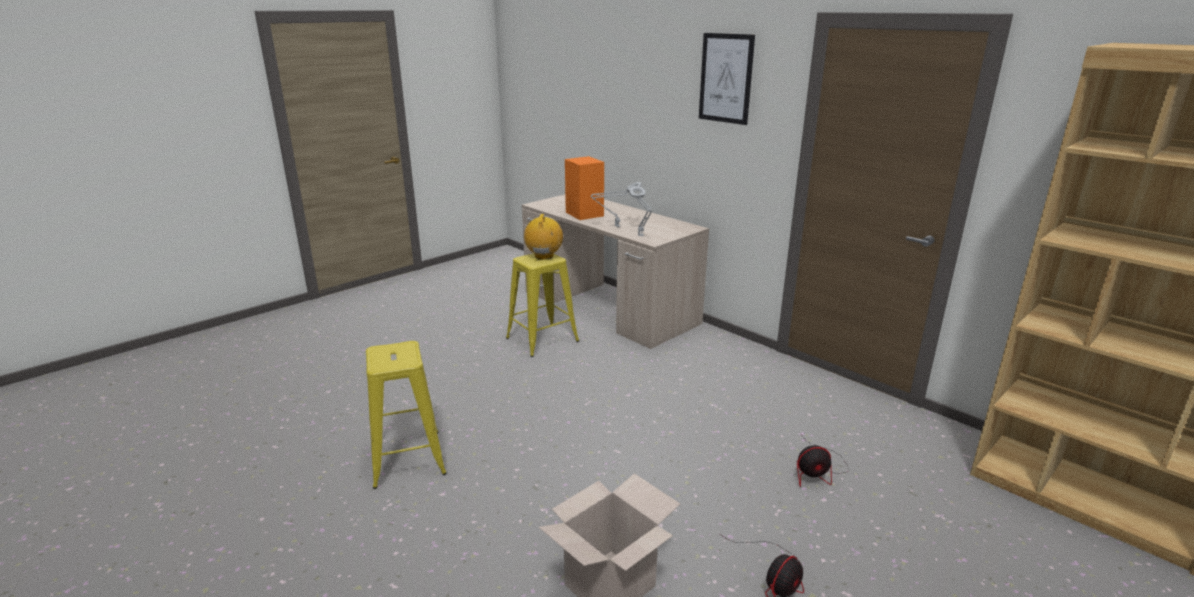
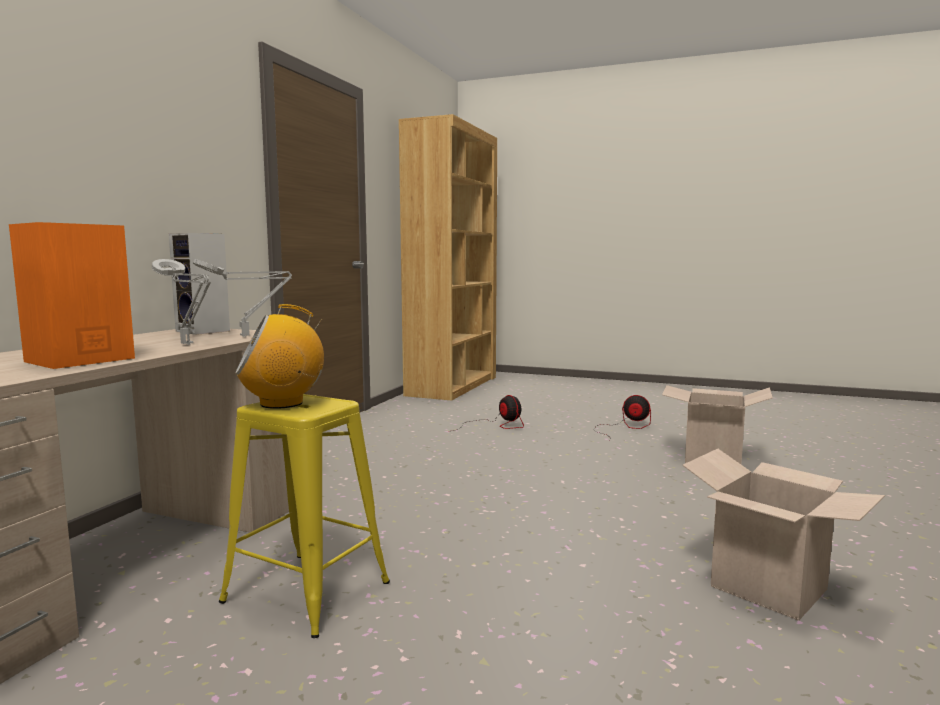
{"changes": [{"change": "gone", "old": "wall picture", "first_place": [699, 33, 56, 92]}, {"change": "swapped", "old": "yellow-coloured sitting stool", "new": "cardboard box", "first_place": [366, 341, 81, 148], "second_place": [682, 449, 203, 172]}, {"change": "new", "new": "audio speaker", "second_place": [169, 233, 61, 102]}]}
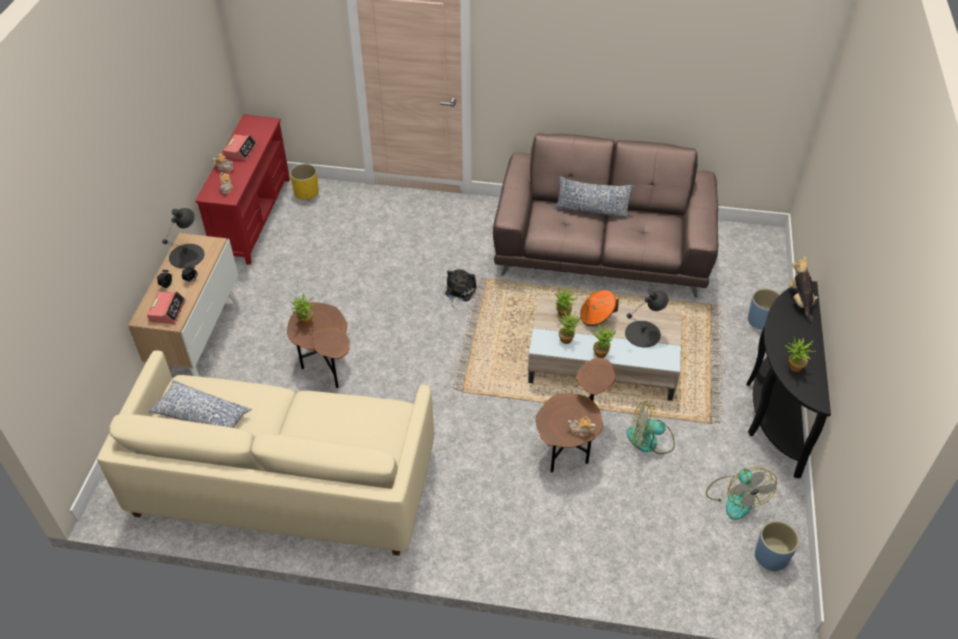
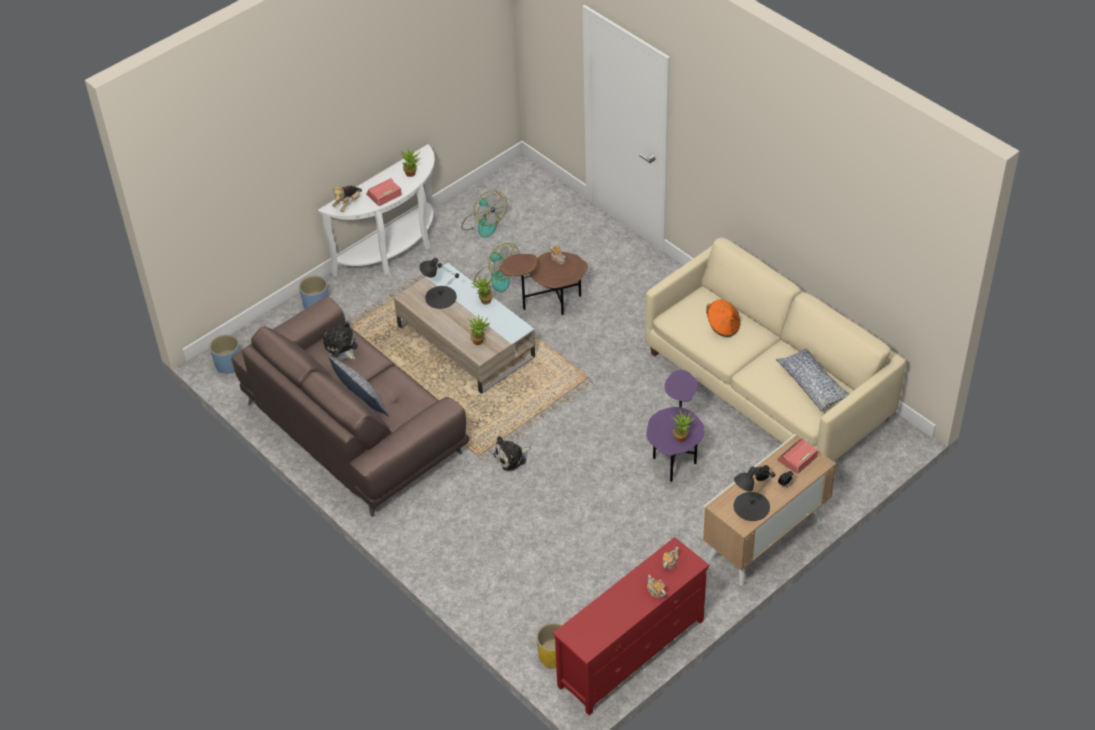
{"changes": [{"change": "shifted", "old": "bedside clock", "first_place": [223, 134, 34, 27], "second_place": [366, 178, 36, 28]}, {"change": "repainted", "old": "black-coloured hall table", "new": "white-coloured hall table", "first_place": [746, 281, 85, 197], "second_place": [318, 144, 118, 132]}, {"change": "shifted", "old": "orange wearable hat", "first_place": [580, 290, 39, 36], "second_place": [706, 300, 34, 37]}, {"change": "repainted", "old": "brown accent table", "new": "purplish accent table", "first_place": [287, 302, 62, 86], "second_place": [646, 370, 59, 112]}, {"change": "gone", "old": "houseplant", "first_place": [557, 310, 25, 34]}, {"change": "rotated", "old": "cooling fan", "first_place": [706, 467, 71, 53], "second_place": [461, 191, 47, 47], "degrees": 120}, {"change": "shifted", "old": "blue planter", "first_place": [755, 521, 44, 51], "second_place": [210, 334, 30, 40]}, {"change": "new", "new": "plush toy", "second_place": [323, 322, 35, 38]}]}
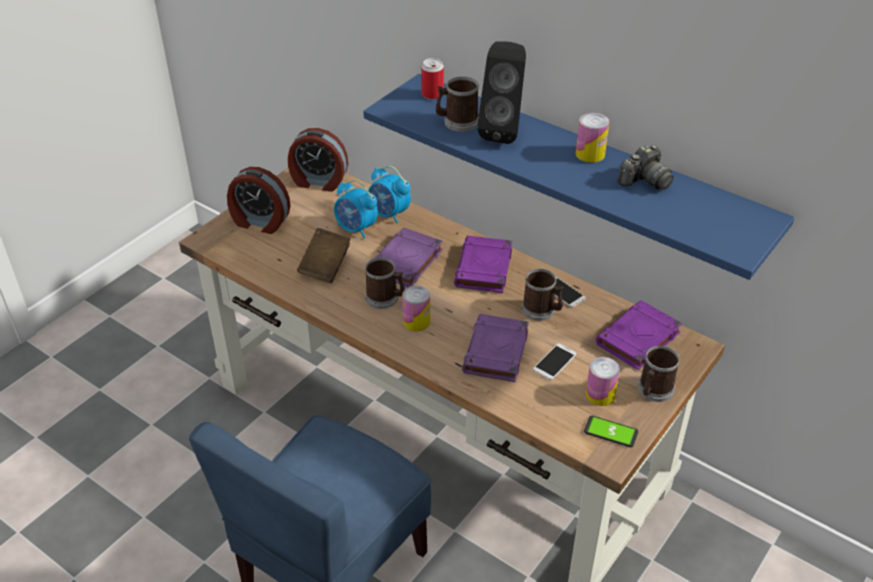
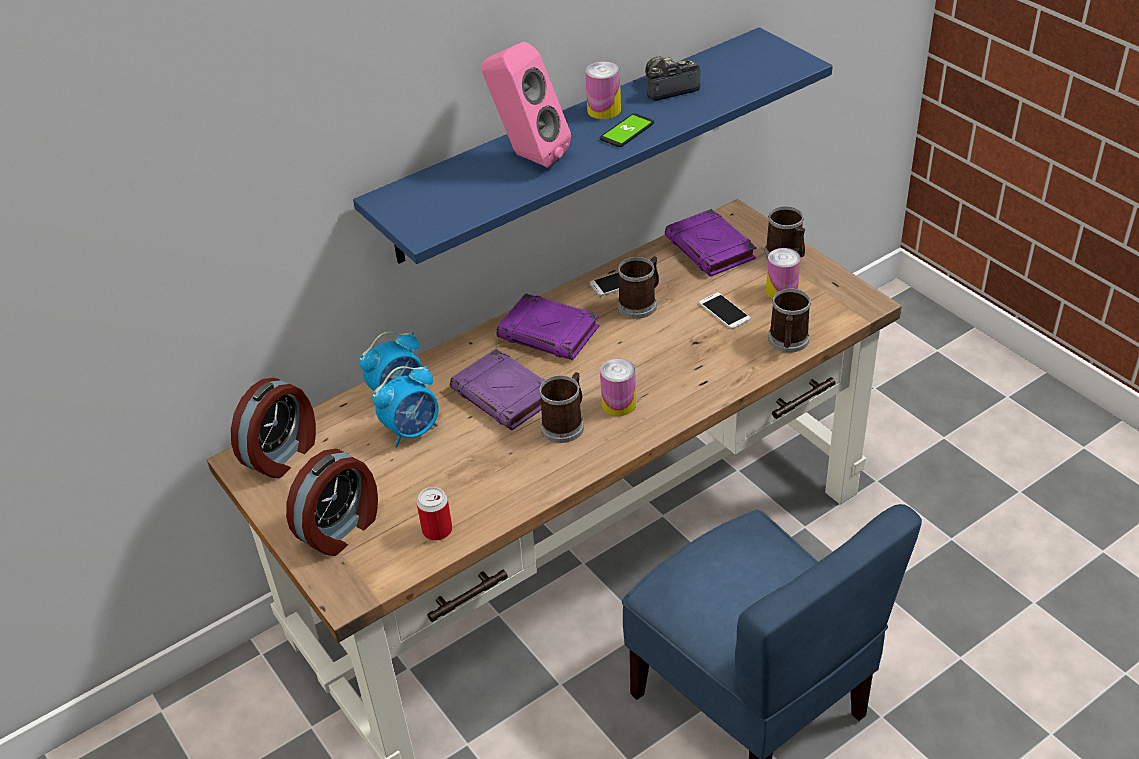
{"changes": [{"change": "repainted", "old": "black-coloured audio speaker", "new": "pinkish audio speaker", "first_place": [477, 41, 49, 103], "second_place": [482, 42, 89, 126]}, {"change": "shifted", "old": "can", "first_place": [421, 58, 23, 42], "second_place": [417, 487, 35, 54]}, {"change": "shifted", "old": "tea mug", "first_place": [436, 76, 43, 56], "second_place": [768, 288, 43, 64]}, {"change": "rotated", "old": "photo camera", "first_place": [617, 145, 57, 45], "second_place": [645, 57, 55, 44], "degrees": -90}, {"change": "gone", "old": "brown bound book", "first_place": [297, 228, 54, 55]}, {"change": "gone", "old": "purplish bound book", "first_place": [462, 314, 67, 68]}, {"change": "shifted", "old": "phone", "first_place": [584, 416, 54, 31], "second_place": [600, 113, 54, 34]}]}
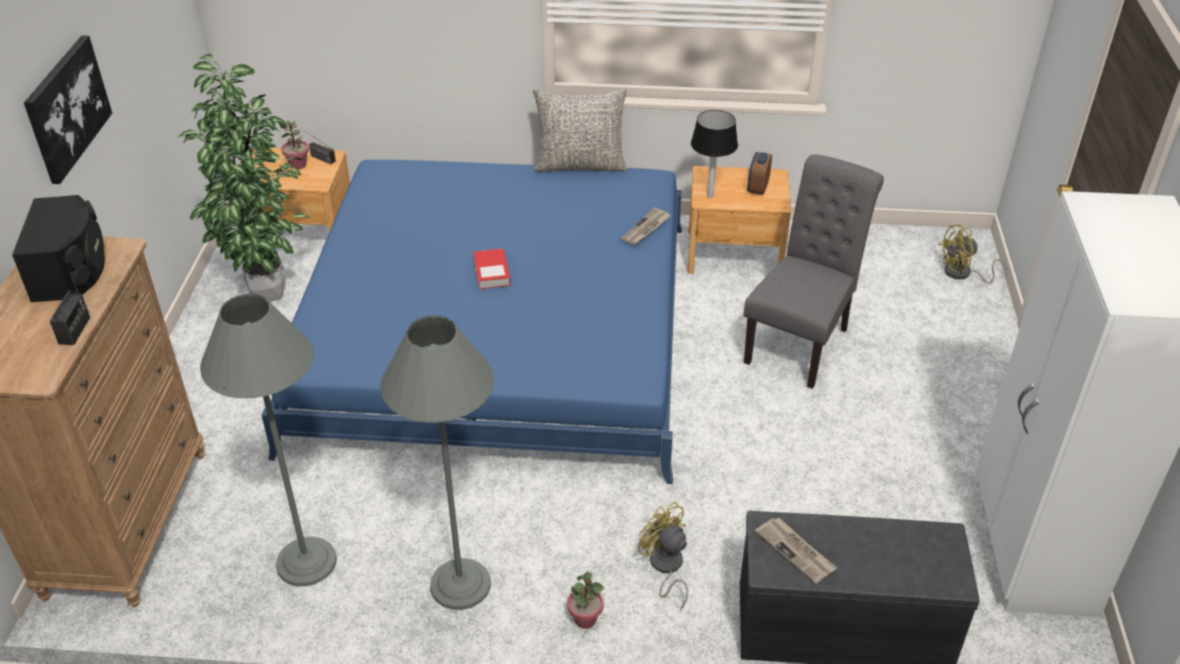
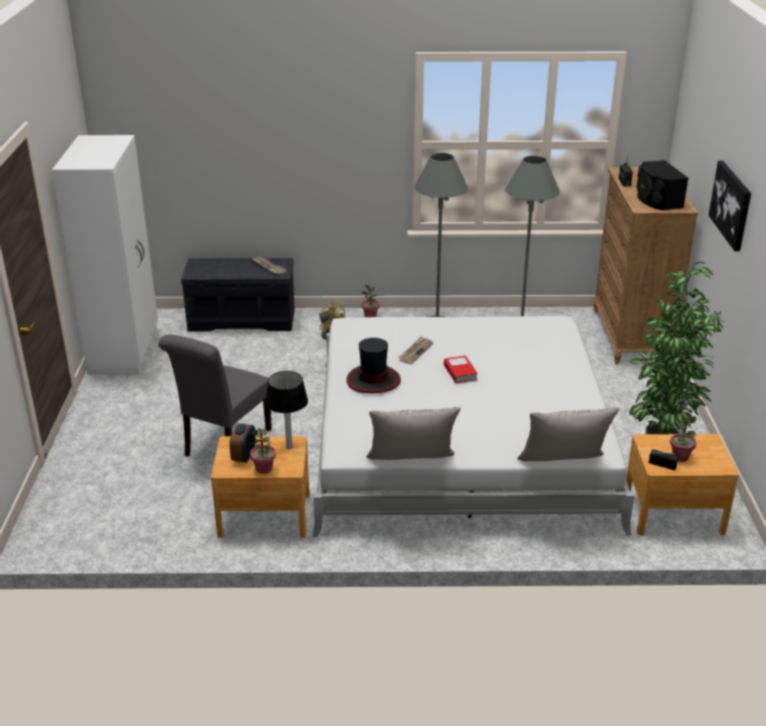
{"changes": [{"change": "repainted", "old": "blue sleeping bed", "new": "white-coloured sleeping bed", "first_place": [261, 160, 421, 324], "second_place": [313, 316, 321, 221]}, {"change": "shifted", "old": "printed paper", "first_place": [621, 208, 49, 37], "second_place": [398, 336, 35, 28]}, {"change": "gone", "old": "yellow-coloured cooling fan", "first_place": [938, 224, 69, 60]}, {"change": "new", "new": "wearable hat", "second_place": [346, 338, 55, 55]}, {"change": "new", "new": "gray throw pillow", "second_place": [517, 407, 103, 54]}, {"change": "new", "new": "houseplant", "second_place": [250, 428, 26, 46]}]}
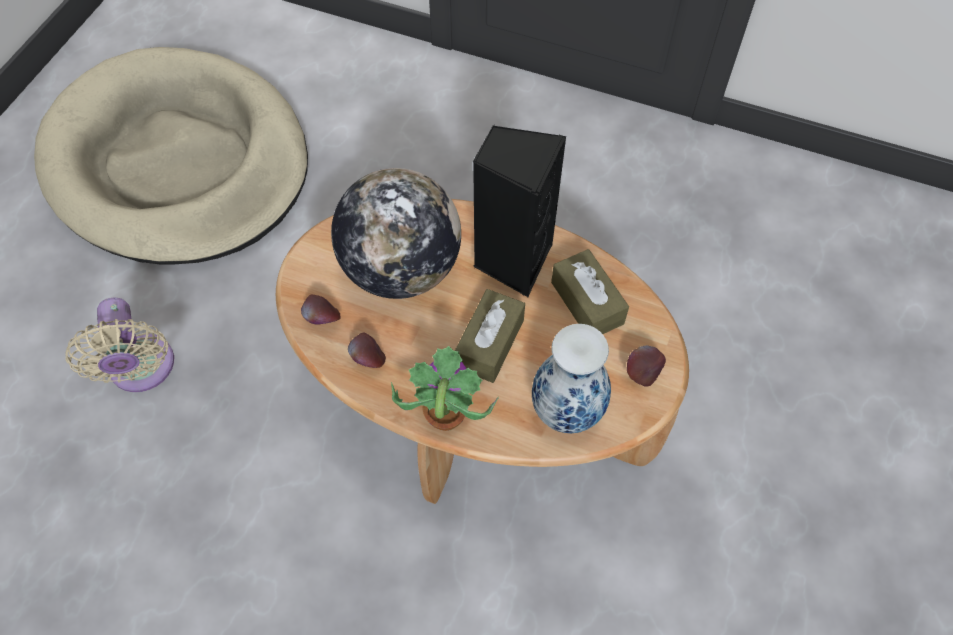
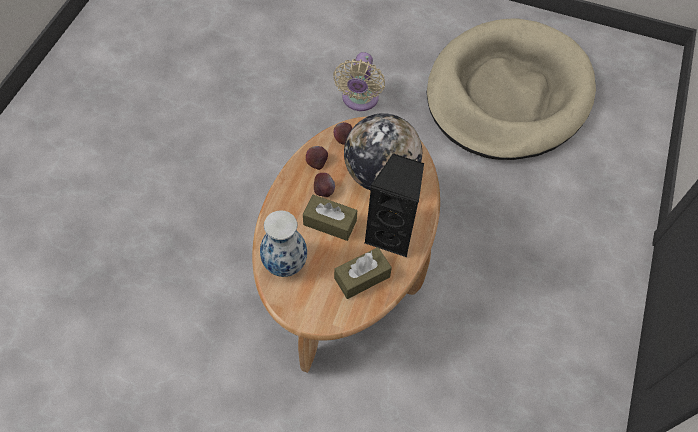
{"changes": [{"change": "rotated", "old": "beige-coloured cooling fan", "first_place": [65, 298, 109, 94], "second_place": [333, 52, 52, 59], "degrees": -60}, {"change": "shifted", "old": "whole apple", "first_place": [627, 345, 39, 42], "second_place": [314, 173, 21, 24]}, {"change": "gone", "old": "houseplant", "first_place": [391, 346, 108, 85]}]}
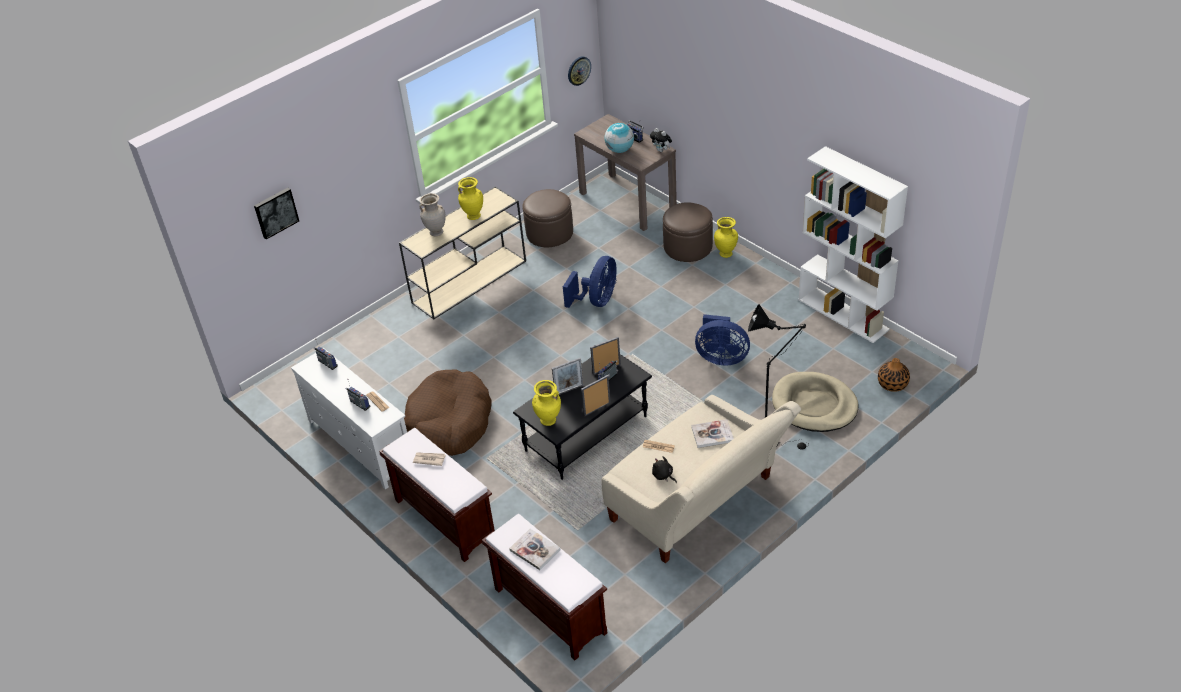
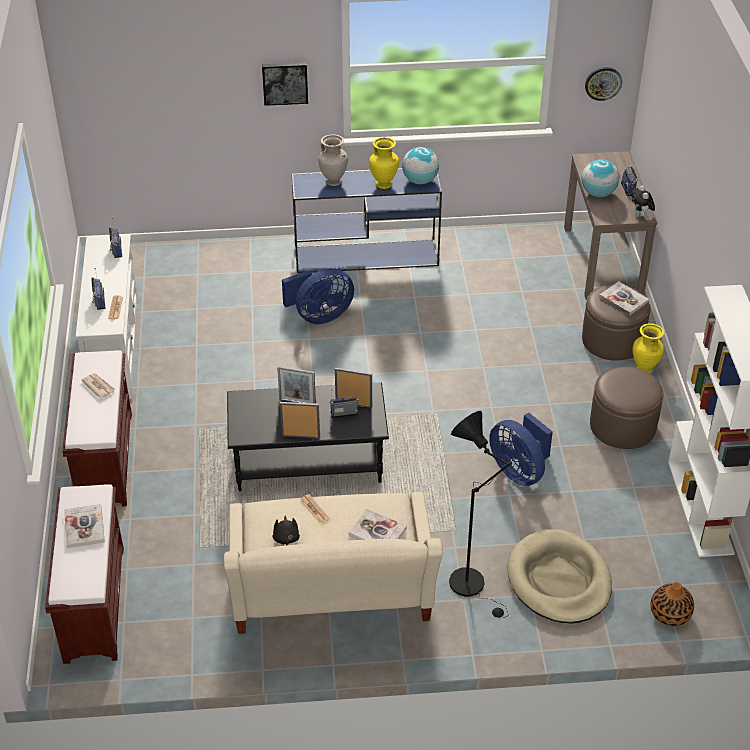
{"changes": [{"change": "repainted", "old": "beige-coloured hall table", "new": "blue hall table", "first_place": [399, 186, 127, 133], "second_place": [292, 168, 150, 105]}, {"change": "shifted", "old": "wall picture", "first_place": [254, 188, 45, 51], "second_place": [262, 62, 46, 44]}, {"change": "shifted", "old": "brown pouffe", "first_place": [522, 189, 51, 58], "second_place": [590, 367, 74, 82]}, {"change": "shifted", "old": "blue cooling fan", "first_place": [563, 256, 54, 52], "second_place": [282, 268, 72, 56]}, {"change": "gone", "old": "brown dog cushion", "first_place": [404, 369, 88, 87]}, {"change": "gone", "old": "yellow-coloured decorative vase", "first_place": [532, 380, 29, 46]}, {"change": "new", "new": "globe", "second_place": [402, 147, 37, 37]}, {"change": "new", "new": "bound book", "second_place": [599, 281, 50, 35]}]}
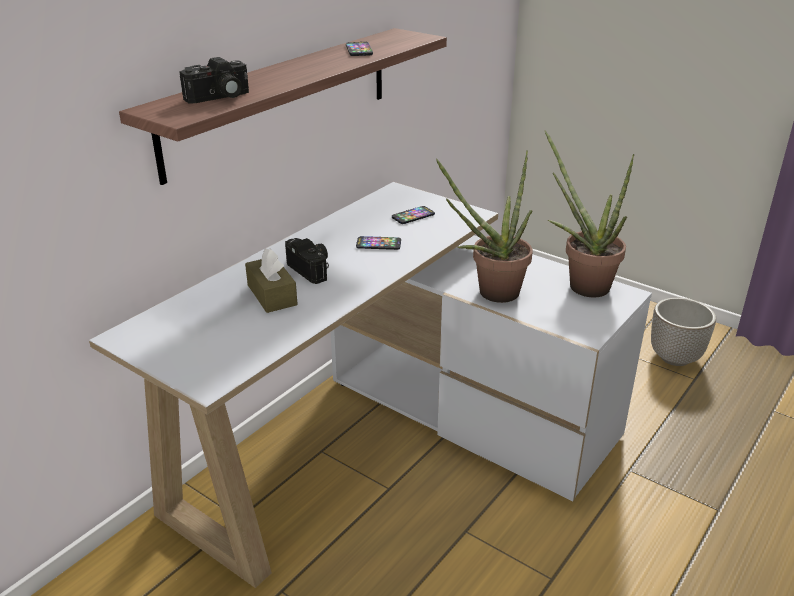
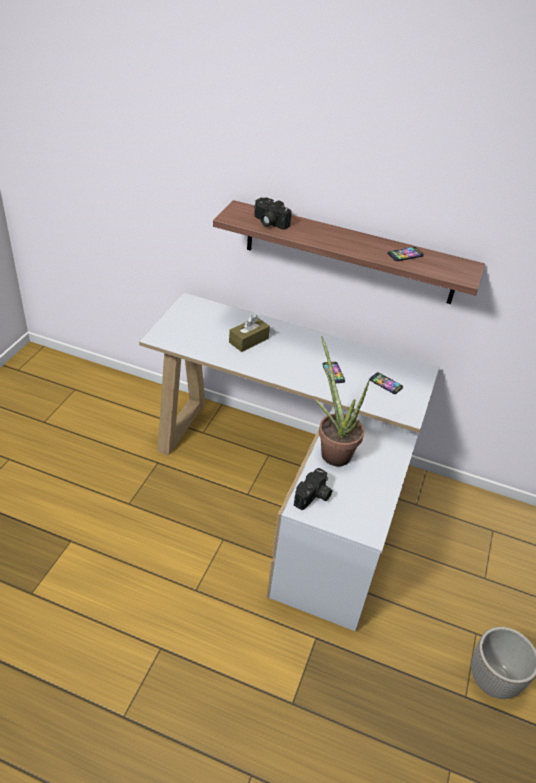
{"changes": [{"change": "gone", "old": "houseplant", "first_place": [545, 130, 90, 167]}, {"change": "shifted", "old": "photo camera", "first_place": [285, 238, 44, 46], "second_place": [294, 468, 39, 42]}]}
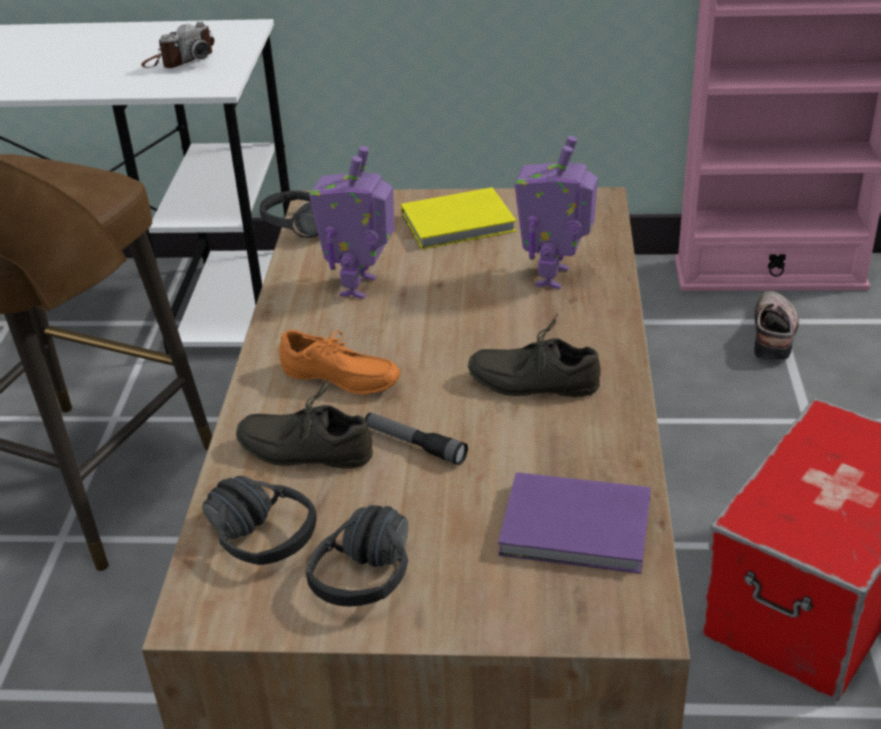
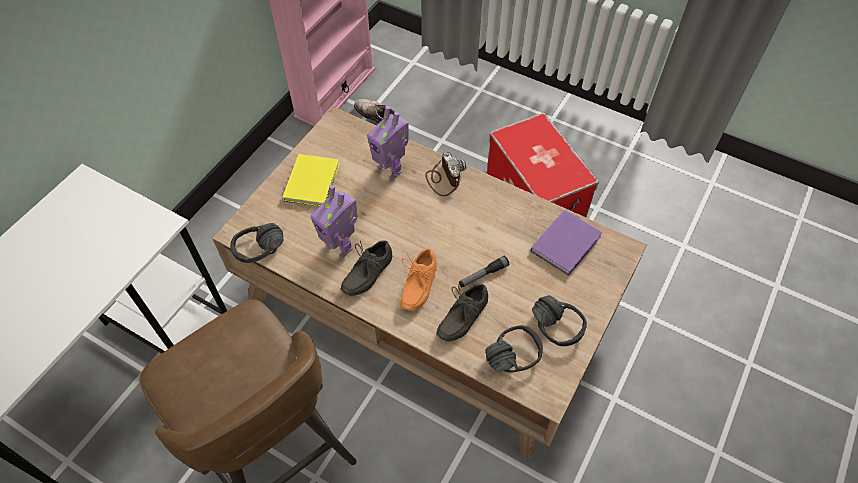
{"changes": [{"change": "shifted", "old": "photo camera", "first_place": [141, 22, 73, 46], "second_place": [425, 152, 41, 44]}, {"change": "shifted", "old": "gray shoe", "first_place": [468, 313, 133, 84], "second_place": [340, 240, 52, 56]}, {"change": "rotated", "old": "orange shoe", "first_place": [280, 330, 120, 65], "second_place": [400, 248, 37, 63], "degrees": 150}]}
